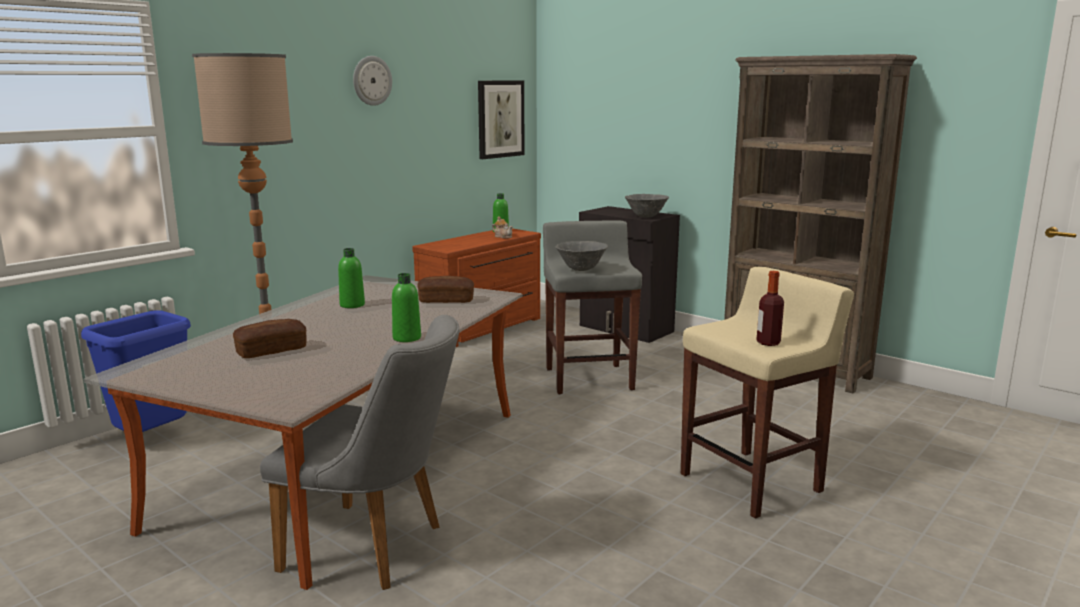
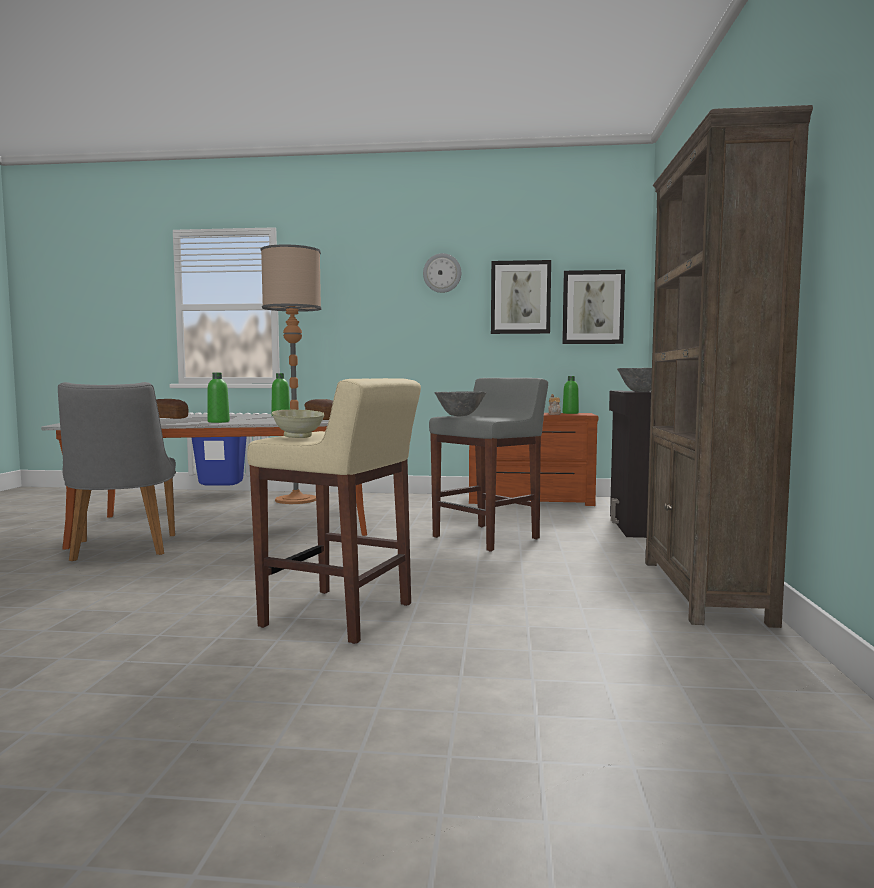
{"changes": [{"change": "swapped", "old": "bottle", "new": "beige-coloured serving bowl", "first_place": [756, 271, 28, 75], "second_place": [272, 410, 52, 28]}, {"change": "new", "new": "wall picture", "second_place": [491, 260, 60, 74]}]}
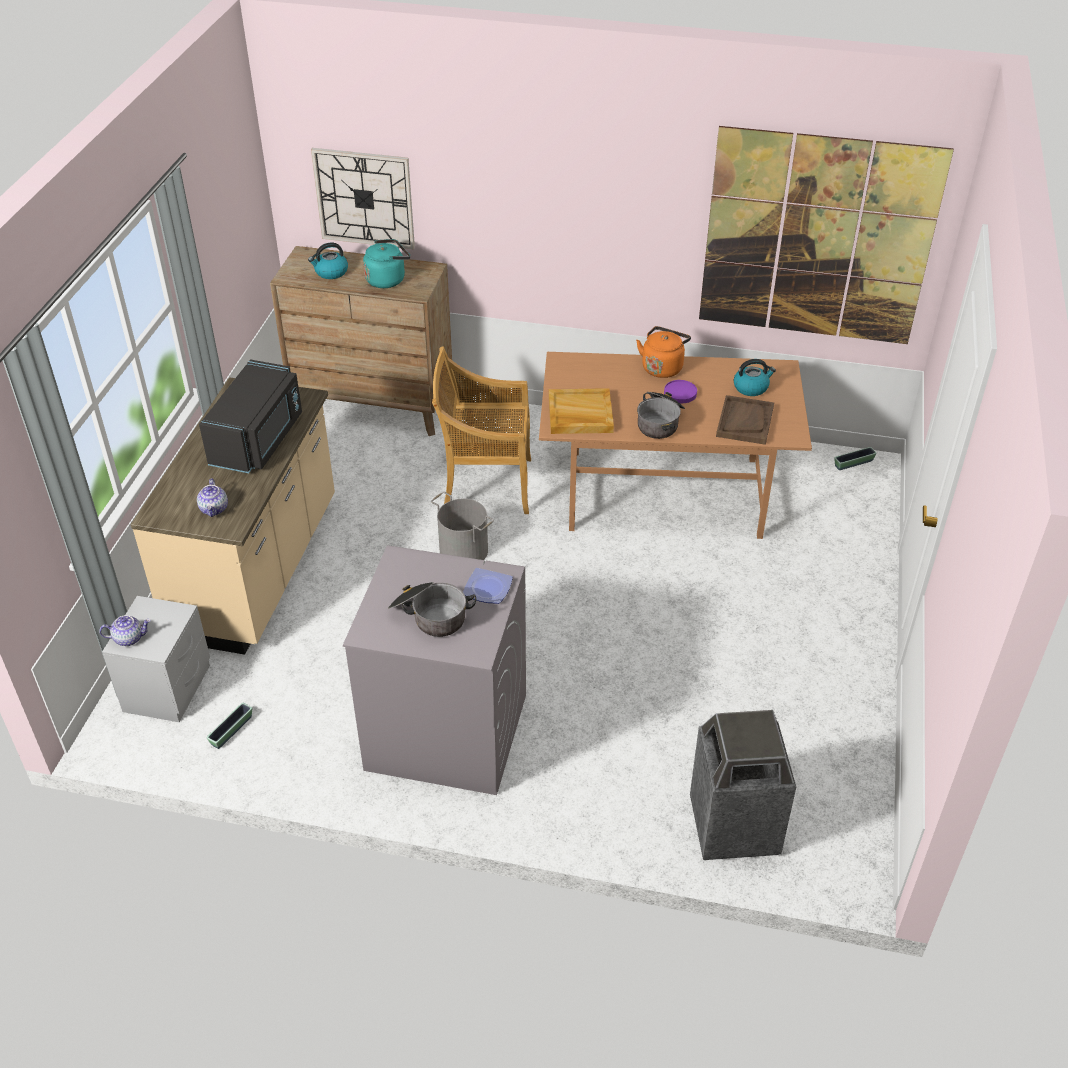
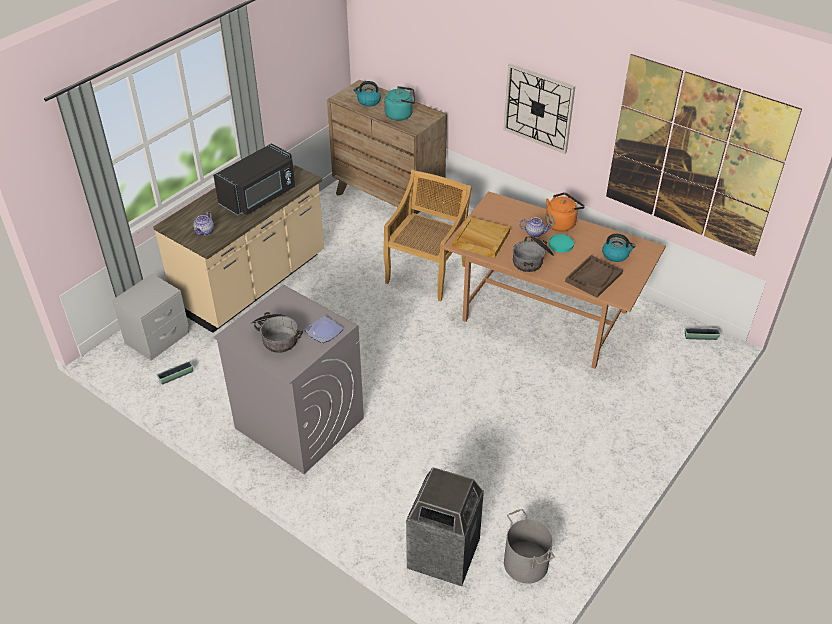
{"changes": [{"change": "shifted", "old": "wall clock", "first_place": [311, 148, 104, 101], "second_place": [503, 64, 72, 90]}, {"change": "rotated", "old": "beige-coloured plain chair", "first_place": [432, 346, 99, 168], "second_place": [383, 169, 89, 133], "degrees": 90}, {"change": "repainted", "old": "purplish plate", "new": "turquoise plate", "first_place": [664, 380, 33, 23], "second_place": [549, 234, 25, 19]}, {"change": "shifted", "old": "gray bucket", "first_place": [431, 492, 63, 68], "second_place": [504, 509, 50, 75]}, {"change": "shifted", "old": "teapot", "first_place": [99, 615, 52, 31], "second_place": [519, 217, 33, 20]}]}
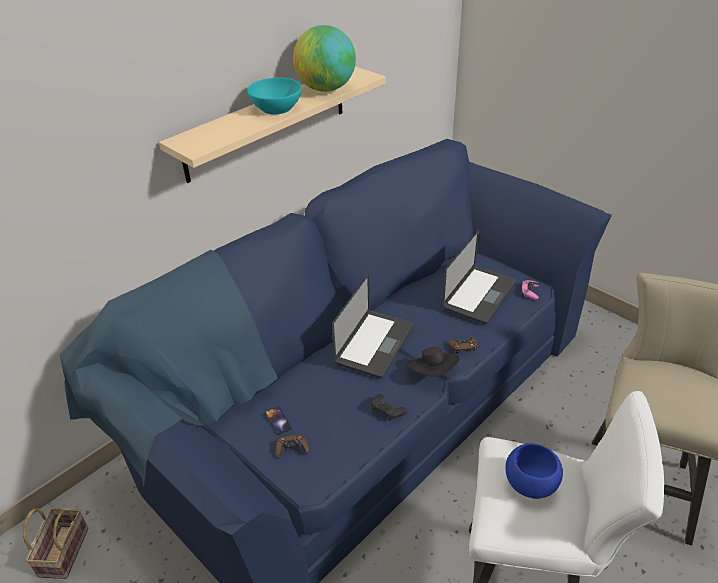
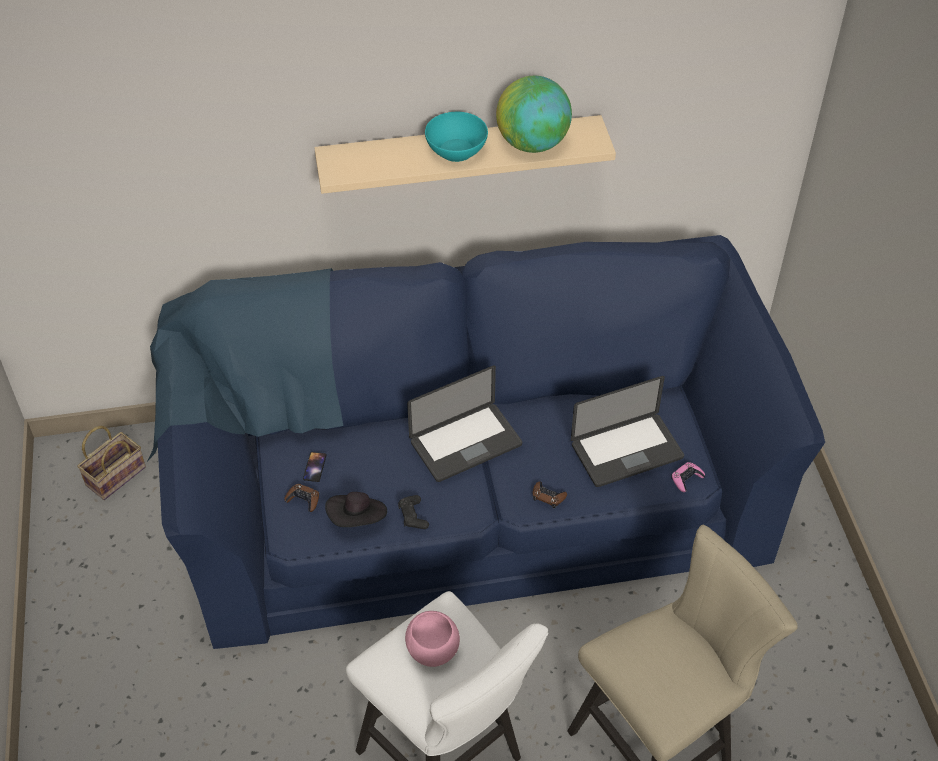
{"changes": [{"change": "shifted", "old": "black-coloured wearable hat", "first_place": [406, 347, 53, 30], "second_place": [325, 492, 62, 35]}, {"change": "repainted", "old": "blue serving bowl", "new": "pinkish serving bowl", "first_place": [506, 443, 57, 56], "second_place": [405, 611, 55, 56]}]}
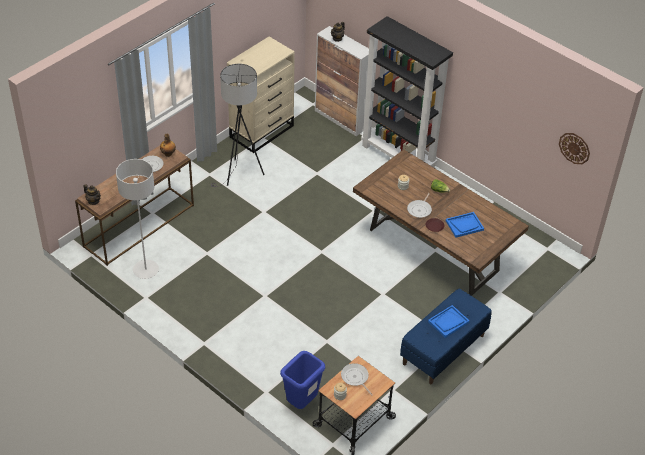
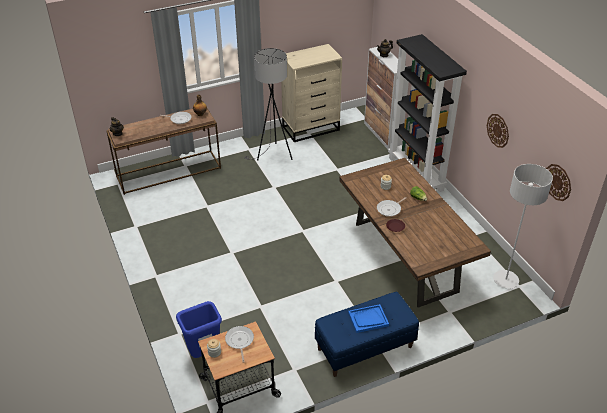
{"changes": [{"change": "shifted", "old": "gray standing lamp", "first_place": [116, 159, 43, 120], "second_place": [493, 164, 60, 125]}, {"change": "gone", "old": "blue tray", "first_place": [446, 212, 38, 26]}, {"change": "new", "new": "wall clock", "second_place": [487, 114, 22, 34]}]}
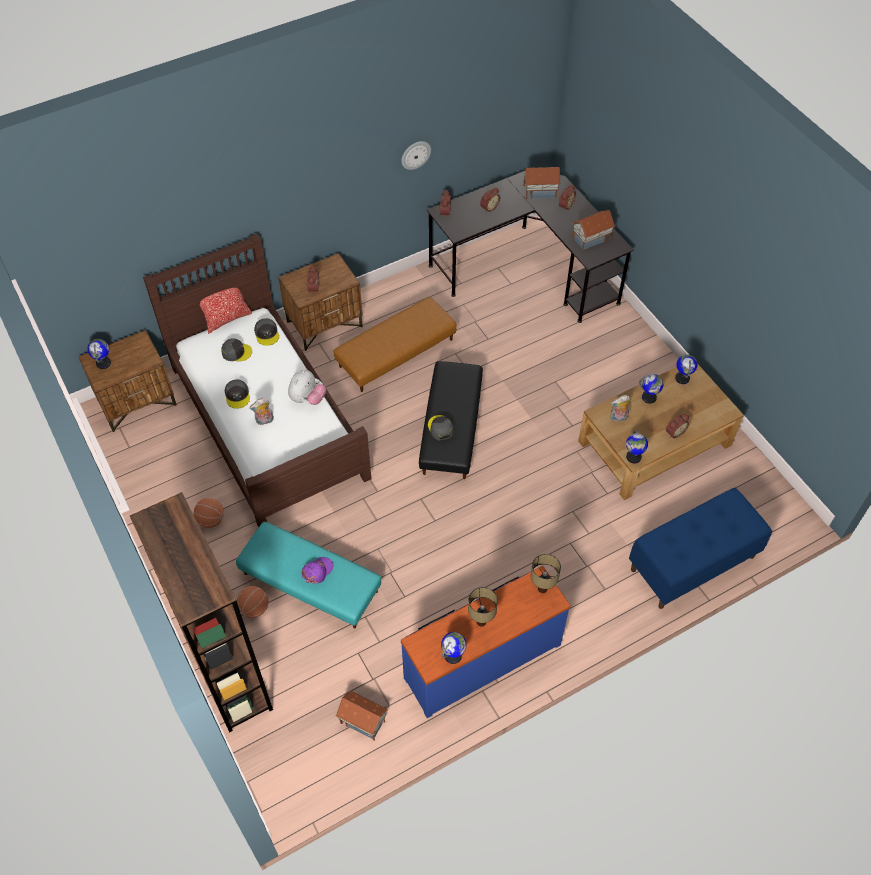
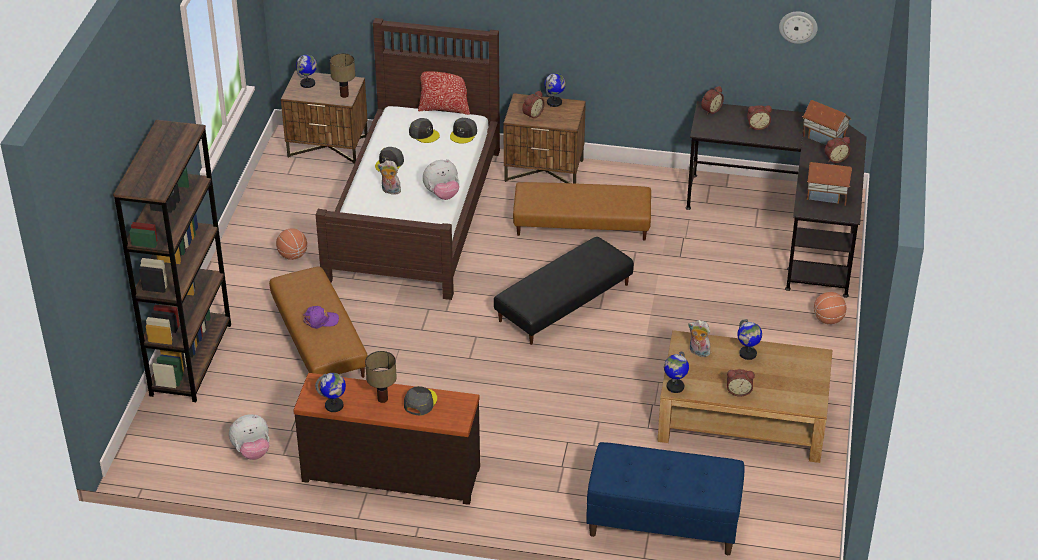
{"changes": [{"change": "shifted", "old": "wall clock", "first_place": [401, 141, 30, 29], "second_place": [779, 11, 39, 33]}, {"change": "shifted", "old": "globe", "first_place": [675, 354, 23, 30], "second_place": [544, 73, 22, 34]}, {"change": "shifted", "old": "gray baseball cap", "first_place": [428, 415, 26, 25], "second_place": [404, 386, 33, 30]}, {"change": "repainted", "old": "turquoise pouffe", "new": "brown pouffe", "first_place": [236, 522, 145, 106], "second_place": [269, 267, 99, 111]}, {"change": "shifted", "old": "lamp for a table", "first_place": [531, 554, 30, 39], "second_place": [330, 53, 25, 45]}, {"change": "repainted", "old": "blue drawer chest", "new": "brown drawer chest", "first_place": [401, 566, 170, 152], "second_place": [293, 373, 187, 132]}, {"change": "shifted", "old": "basketball ball", "first_place": [237, 586, 32, 32], "second_place": [814, 292, 32, 32]}, {"change": "swapped", "old": "toy house", "new": "plush toy", "first_place": [335, 691, 53, 50], "second_place": [229, 415, 40, 45]}]}
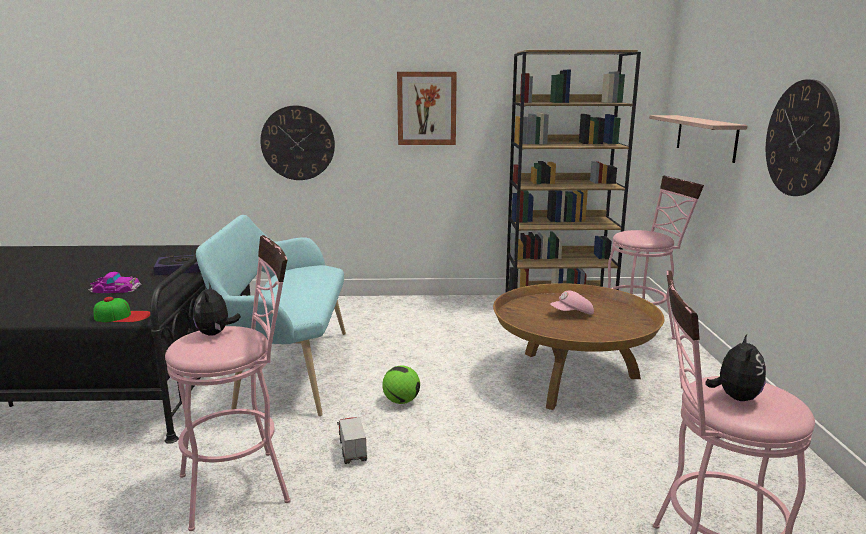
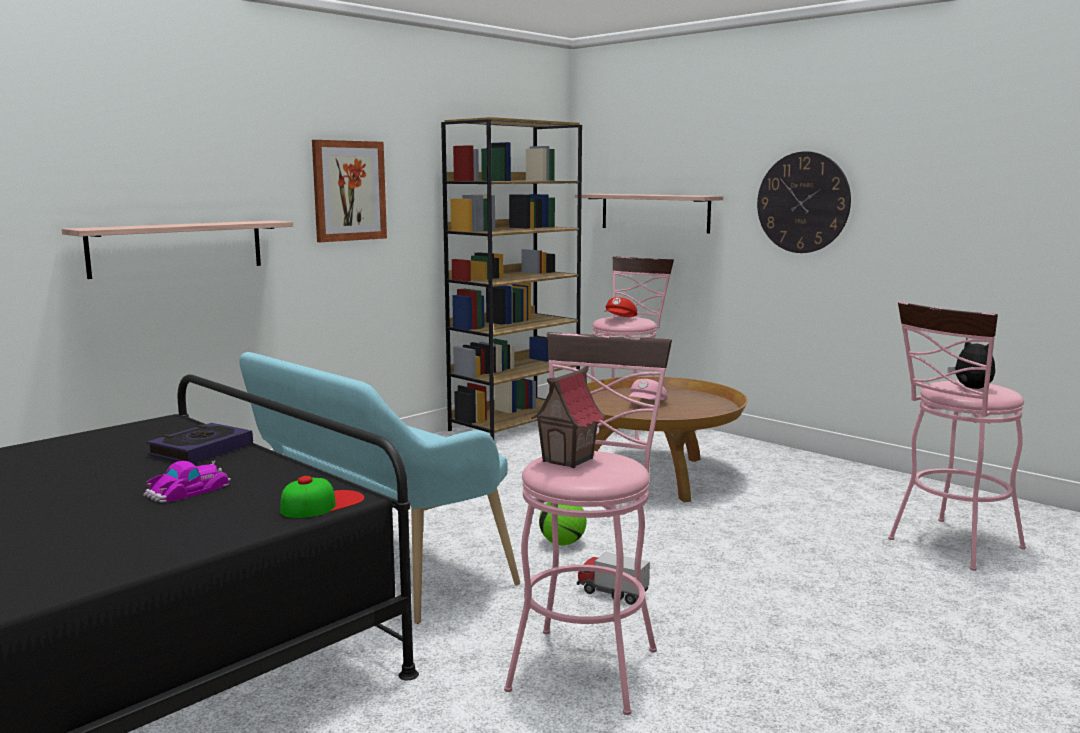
{"changes": [{"change": "swapped", "old": "wall clock", "new": "wall shelf", "first_place": [260, 106, 75, 74], "second_place": [62, 220, 231, 59]}, {"change": "swapped", "old": "plush toy", "new": "toy house", "first_place": [193, 283, 48, 53], "second_place": [531, 366, 74, 102]}, {"change": "new", "new": "reddish baseball cap", "second_place": [604, 297, 33, 20]}]}
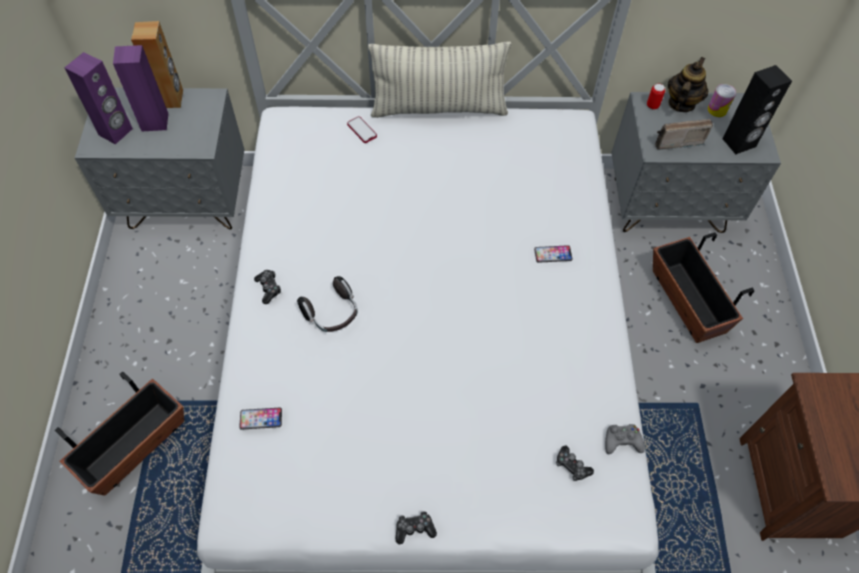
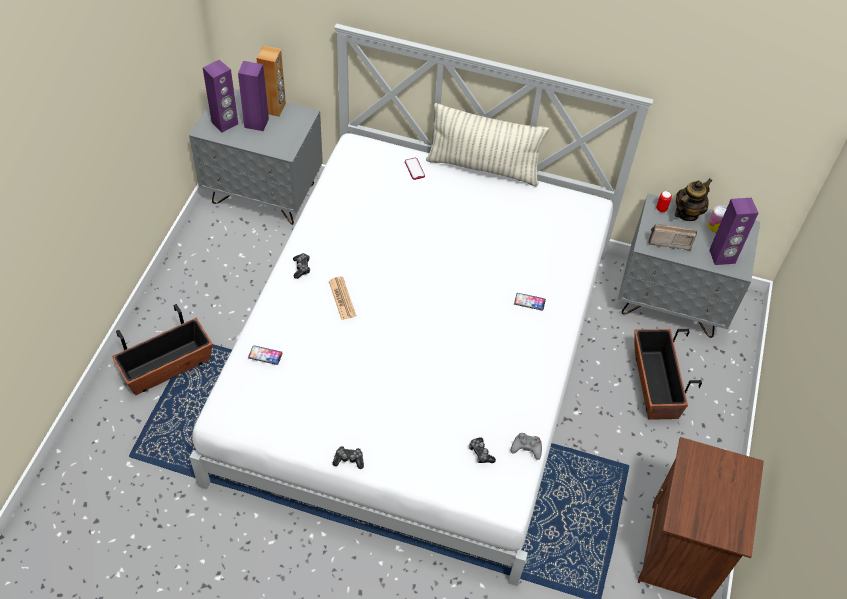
{"changes": [{"change": "repainted", "old": "black-coloured audio speaker", "new": "purplish audio speaker", "first_place": [723, 65, 69, 89], "second_place": [709, 198, 49, 67]}, {"change": "swapped", "old": "headphones", "new": "printed paper", "first_place": [297, 276, 60, 56], "second_place": [329, 277, 27, 43]}]}
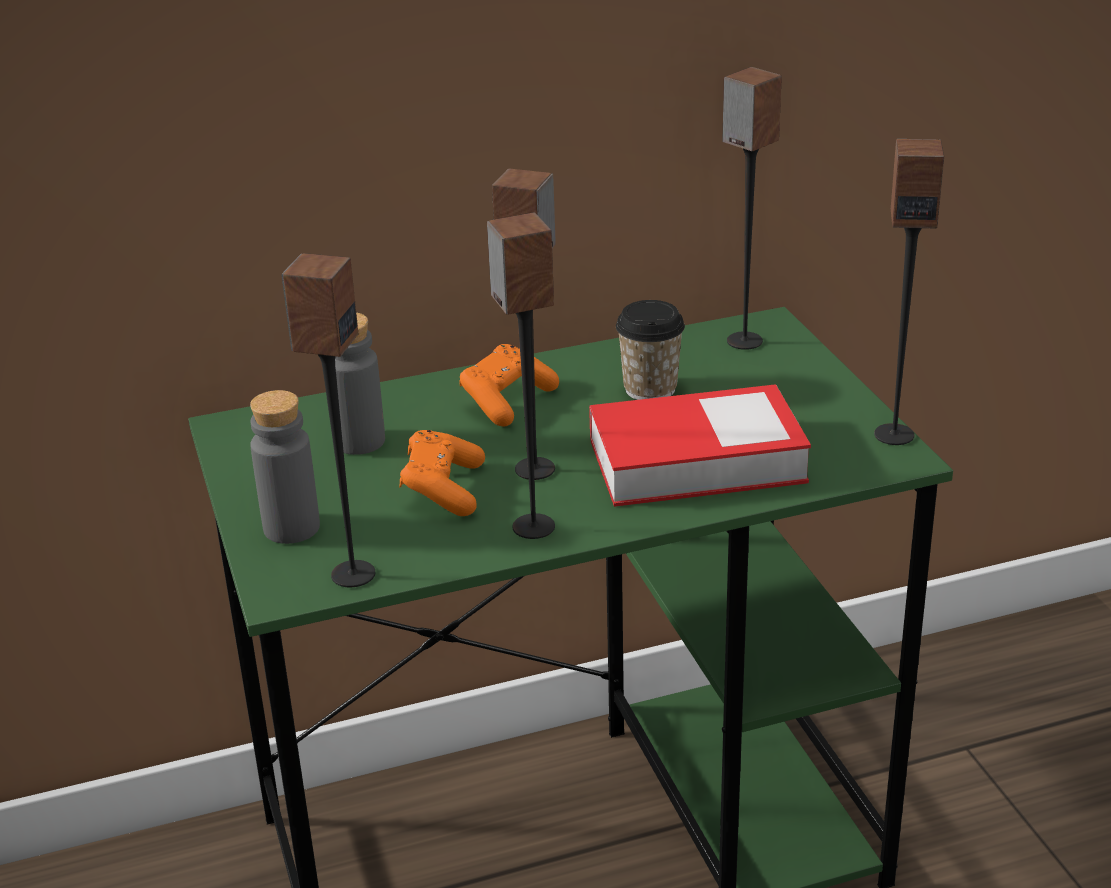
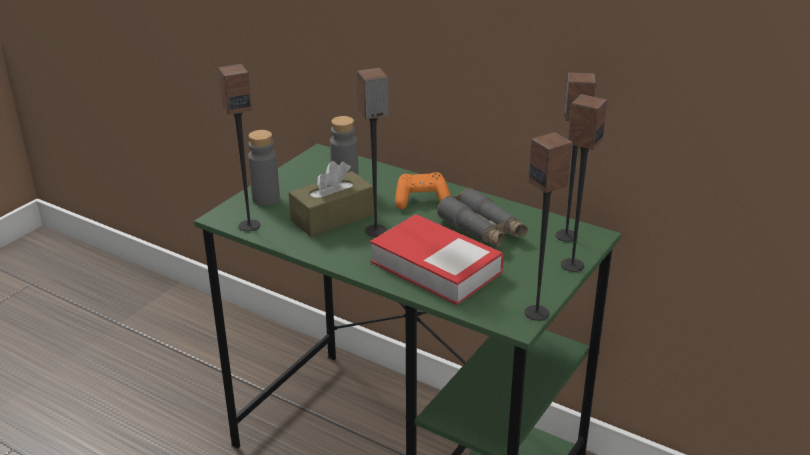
{"changes": [{"change": "shifted", "old": "audio speaker", "first_place": [487, 212, 68, 327], "second_place": [561, 94, 46, 178]}, {"change": "swapped", "old": "drinking cup", "new": "gray field glasses", "first_place": [616, 300, 69, 100], "second_place": [437, 188, 91, 60]}, {"change": "swapped", "old": "orange joypad", "new": "brown tissue box", "first_place": [399, 430, 86, 86], "second_place": [289, 161, 85, 76]}]}
